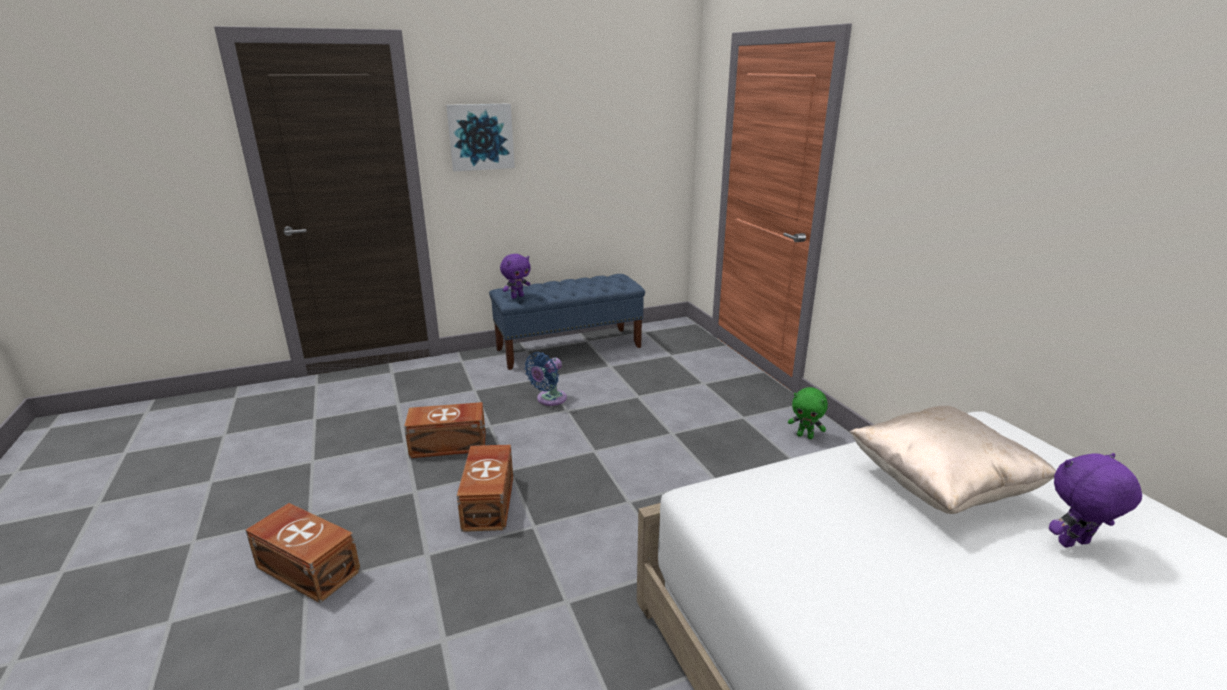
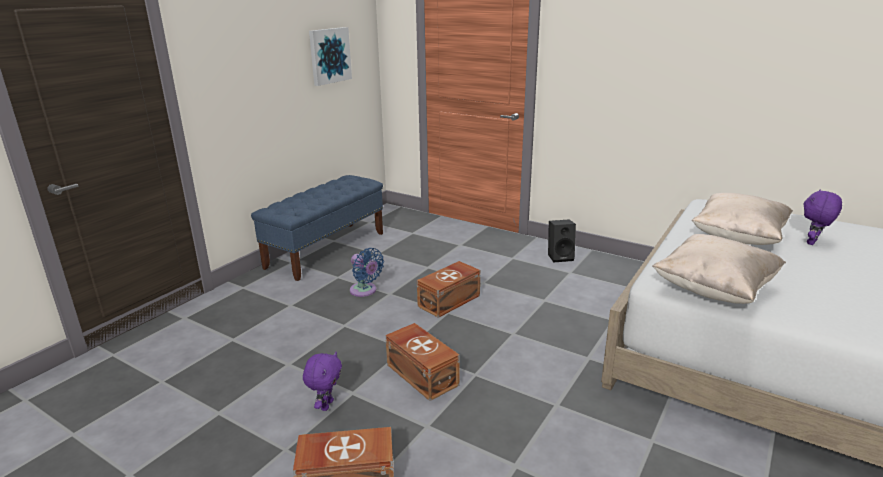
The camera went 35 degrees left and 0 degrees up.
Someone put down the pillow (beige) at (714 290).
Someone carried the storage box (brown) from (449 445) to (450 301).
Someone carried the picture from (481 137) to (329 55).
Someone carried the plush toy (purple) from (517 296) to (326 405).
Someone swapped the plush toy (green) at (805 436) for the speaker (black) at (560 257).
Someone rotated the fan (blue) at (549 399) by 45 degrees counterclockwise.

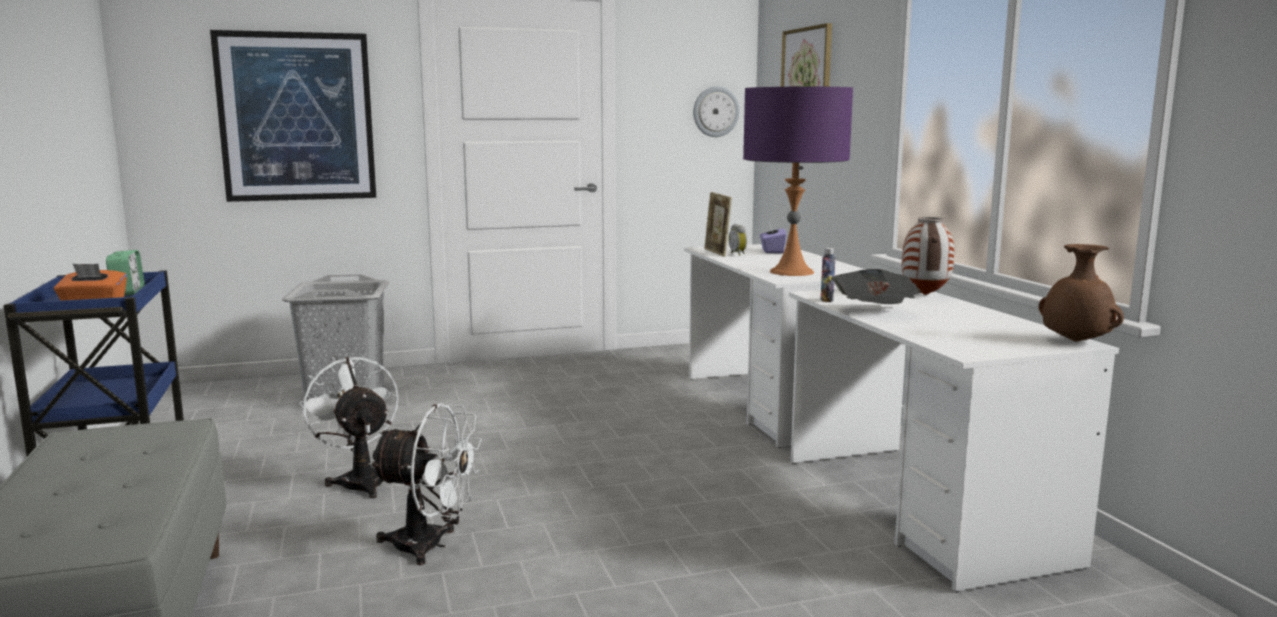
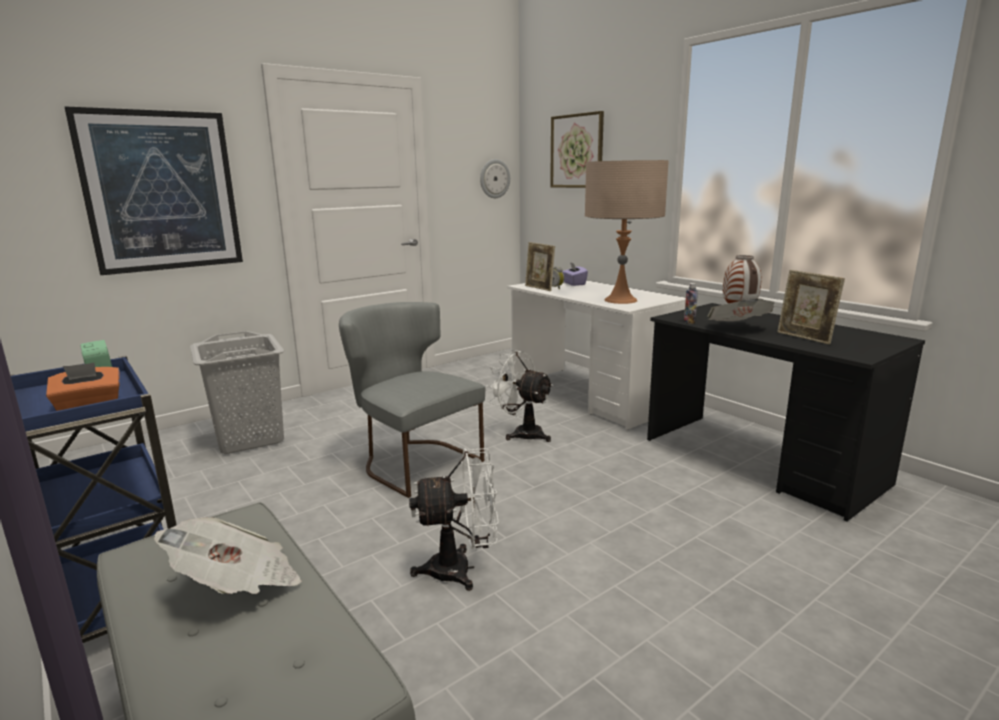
The camera went 20 degrees left and 5 degrees up.
Someone took away the vase (brown) at (1075 341).
Someone put down the newspaper at (238 584).
Someone put down the chair (grey) at (413 462).
Someone put down the picture frame at (804 338).
Someone carried the fan (white) from (359 480) to (522 433).
Someone repainted the table lamp (purple) at (792 272), which became the table lamp (beige) at (620 300).
Someone repainted the desk (white) at (920 509), which became the desk (black) at (760 461).

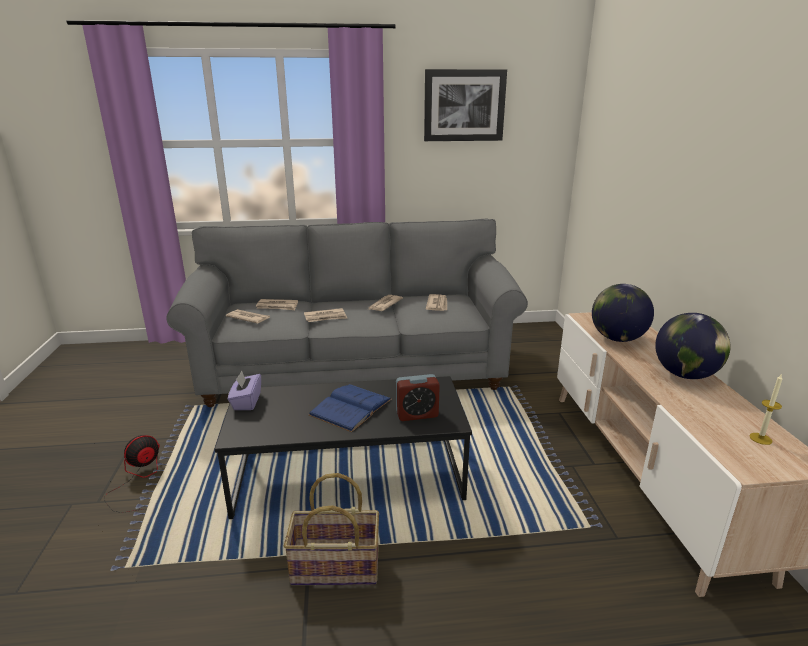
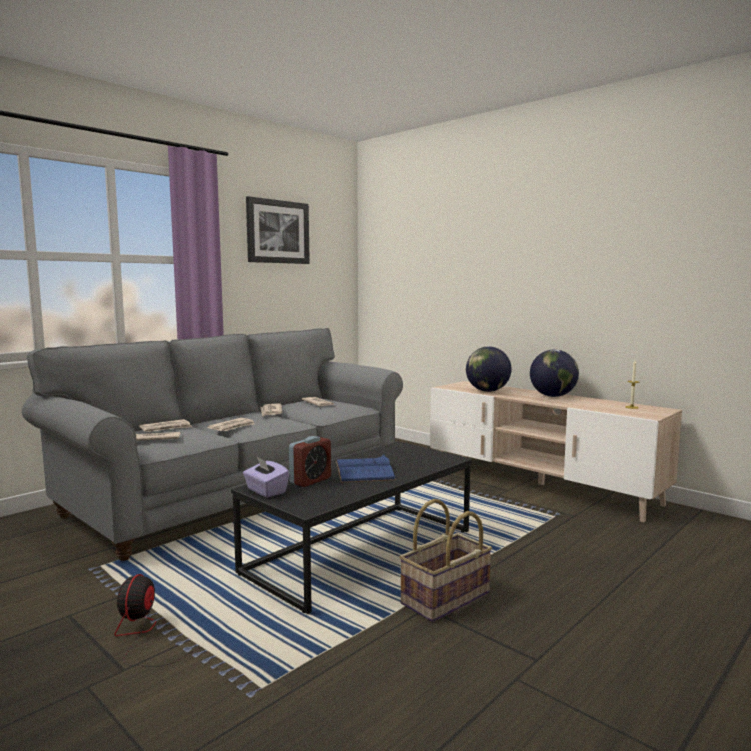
The camera went 40 degrees left and 15 degrees down.
Someone carried the alarm clock from (417 414) to (310 480).

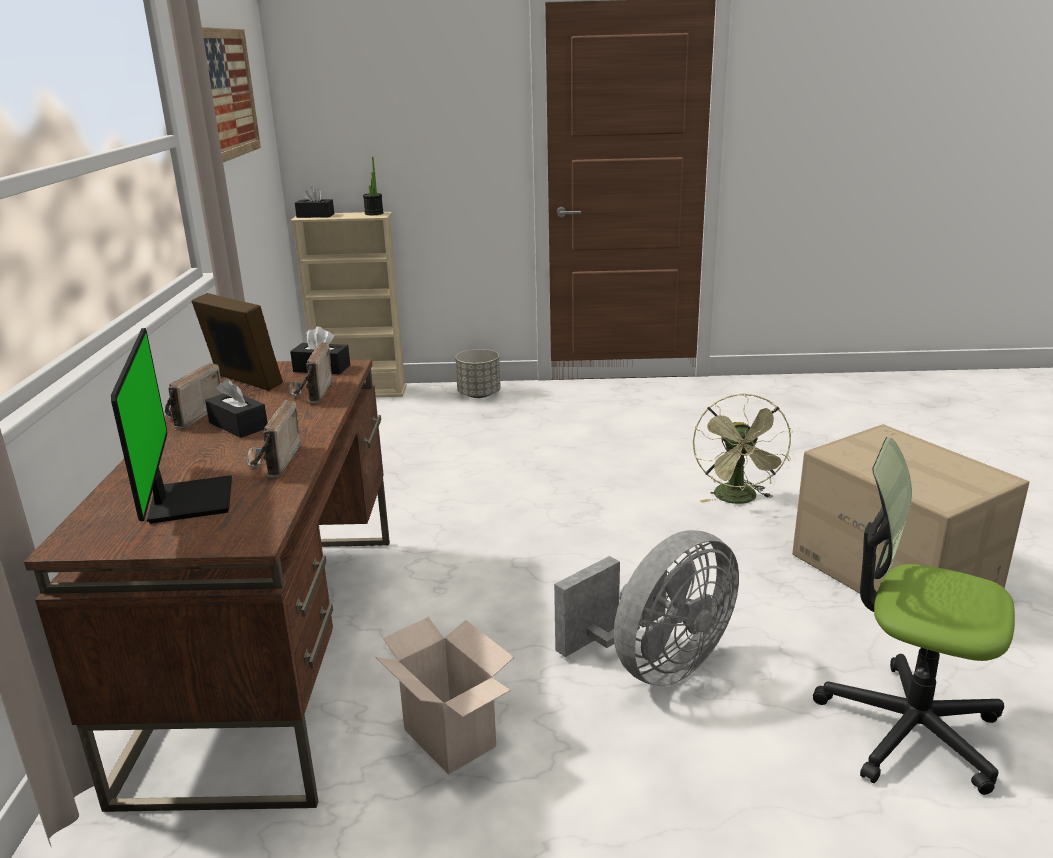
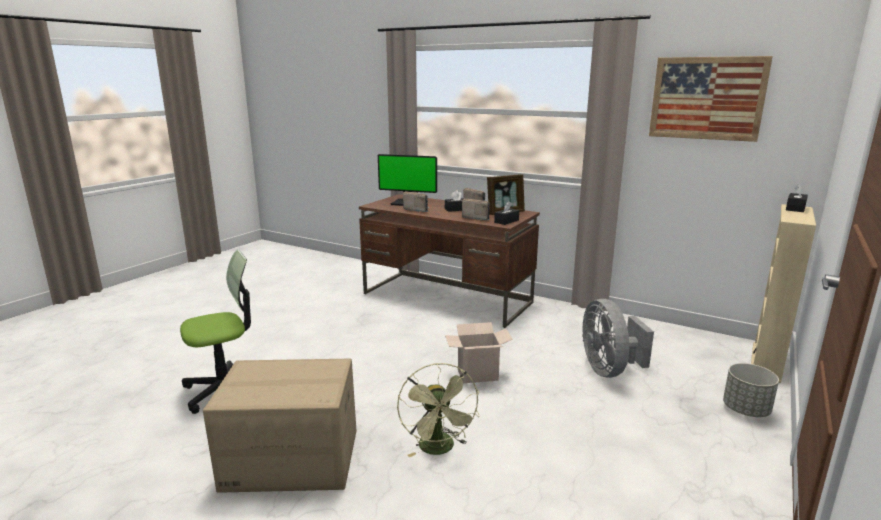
The camera went 120 degrees right and 5 degrees down.
Someone took away the potted plant at (374 213).
Someone carried the cardboard box from (453 738) to (476 376).
Someone carried the fan (grey) from (655 665) to (609 370).
Someone rotated the fan (green) at (738 500) by 135 degrees counterclockwise.

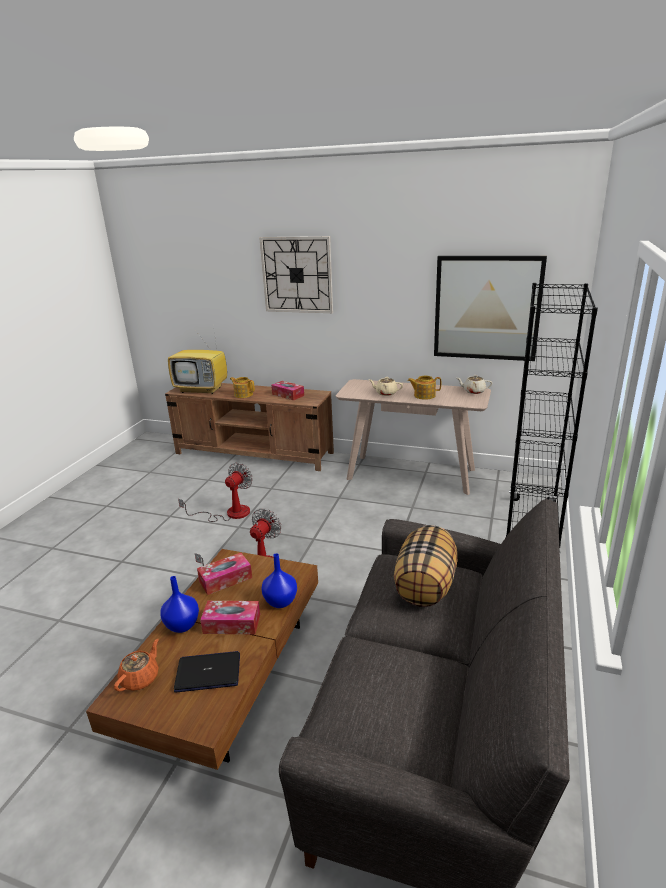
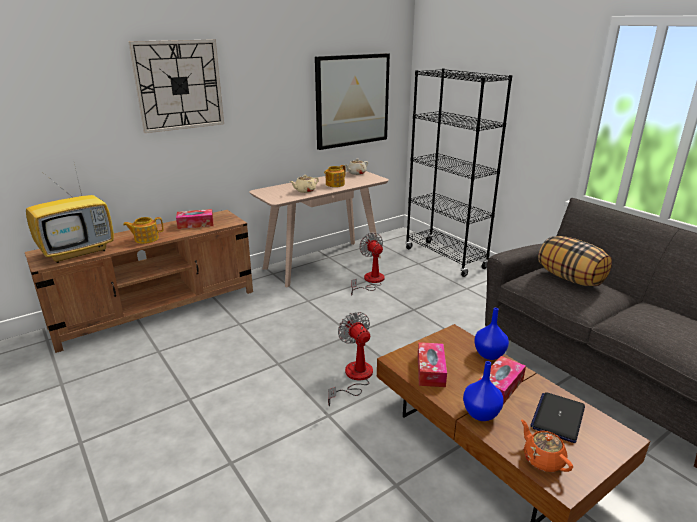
The camera went 55 degrees left and 0 degrees up.
Someone carried the fan from (229 513) to (370 281).

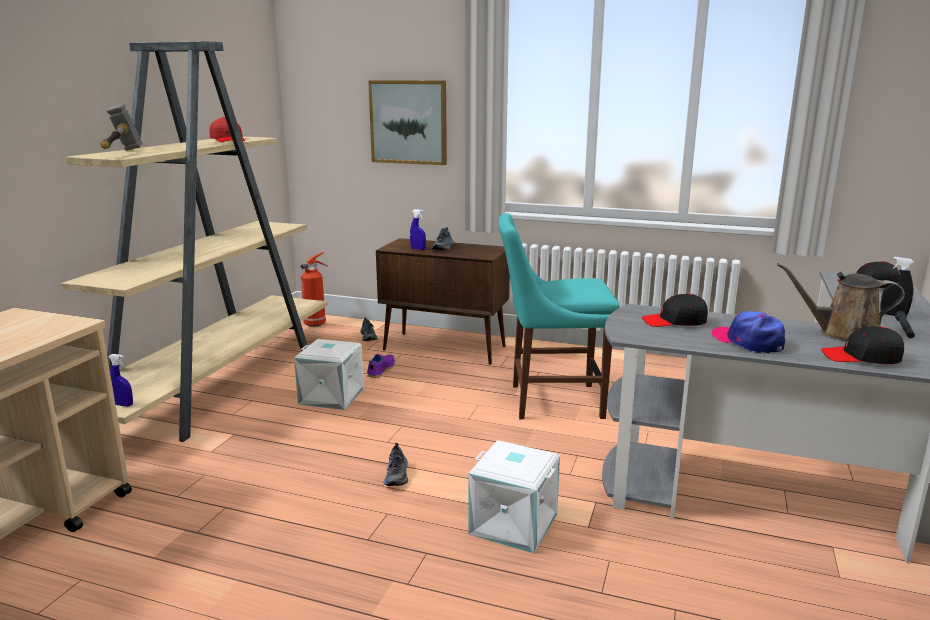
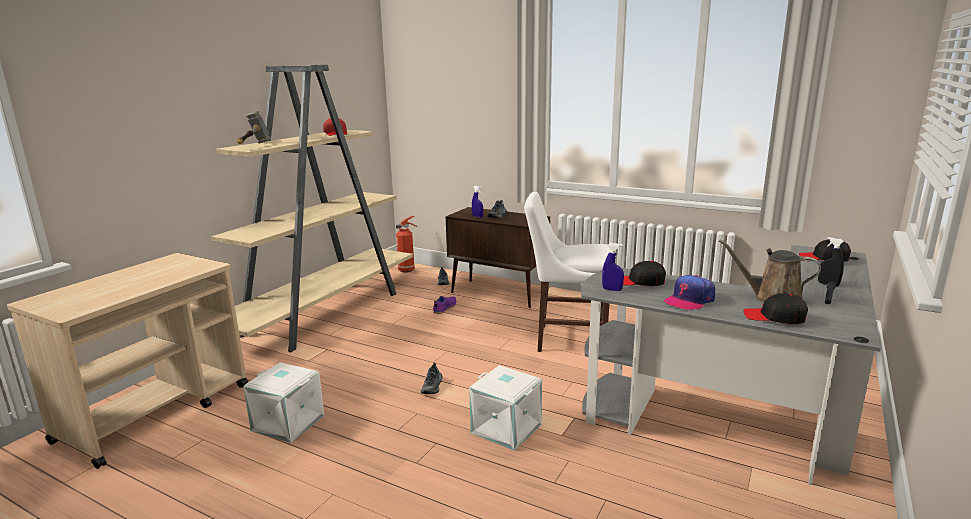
The camera went 10 degrees right and 0 degrees up.
Someone took away the picture at (408 122).
Someone carried the spray bottle (blue) from (123 405) to (612 289).
Someone carried the storage box (white) from (330 397) to (287 423).
Someone repainted the chair (turquoise) at (550 401), which became the chair (white) at (567 339).
Someone rotated the cap at (748 341) by 105 degrees counterclockwise.

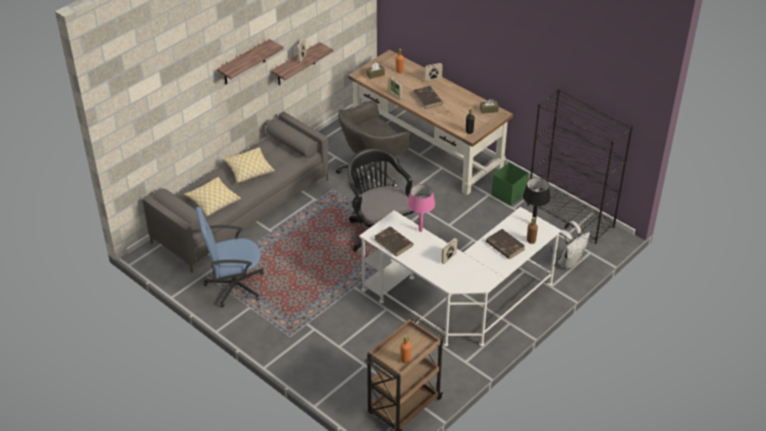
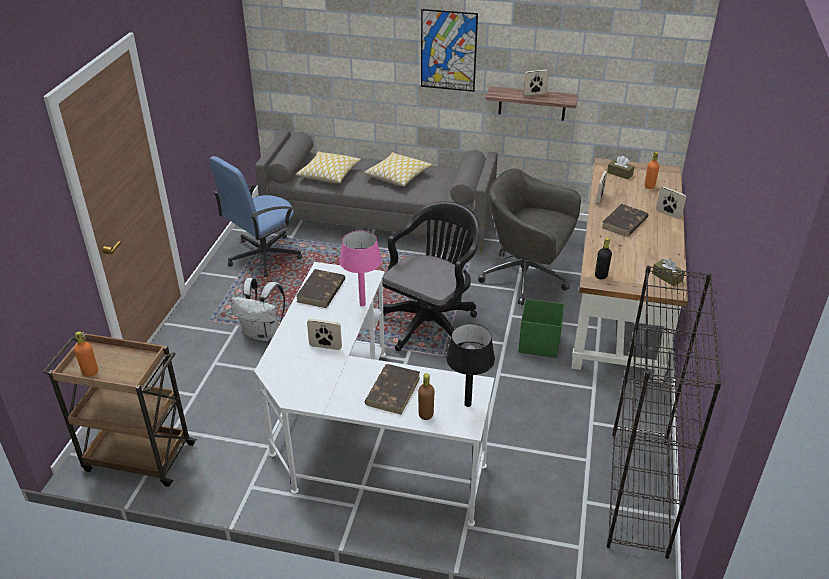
The camera went 60 degrees right and 5 degrees down.
Someone carried the storage box (green) from (508 194) to (538 343).
Someone carried the backpack (white) from (568 261) to (263 333).
Someone swapped the shelf at (244 63) for the picture at (448 50).
Someone rotated the office chair (blue) at (234 286) by 90 degrees counterclockwise.

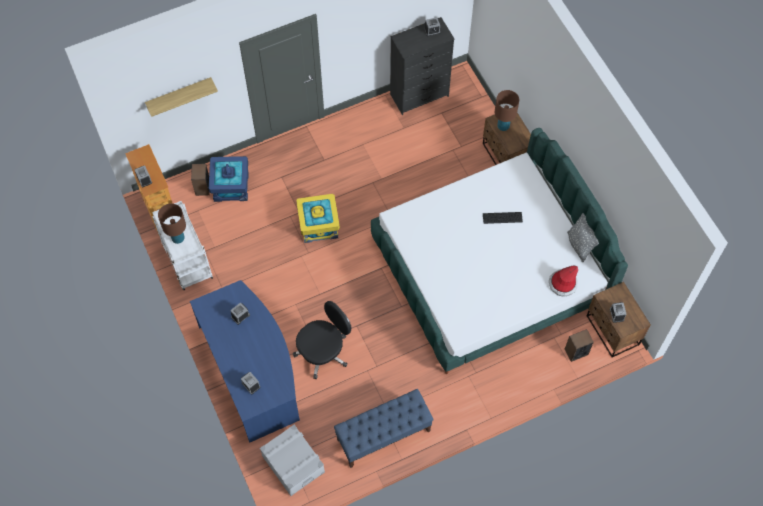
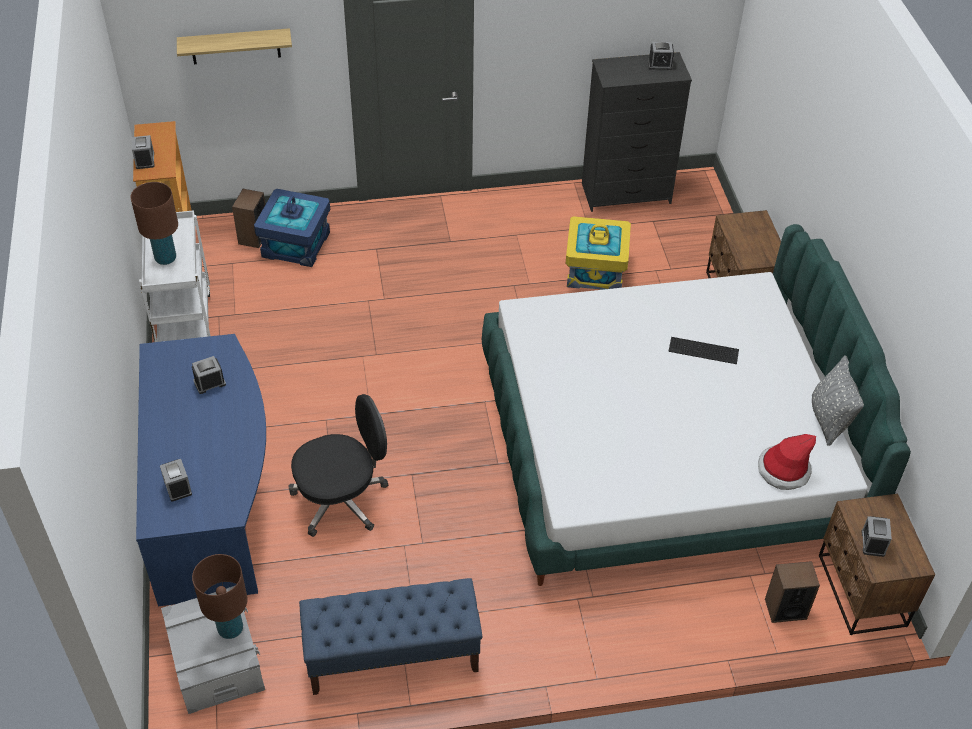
The camera went 15 degrees right and 15 degrees down.
Someone carried the storage box (yellow) from (319 225) to (595 270).
Someone carried the table lamp (brown) from (503 126) to (230 629).

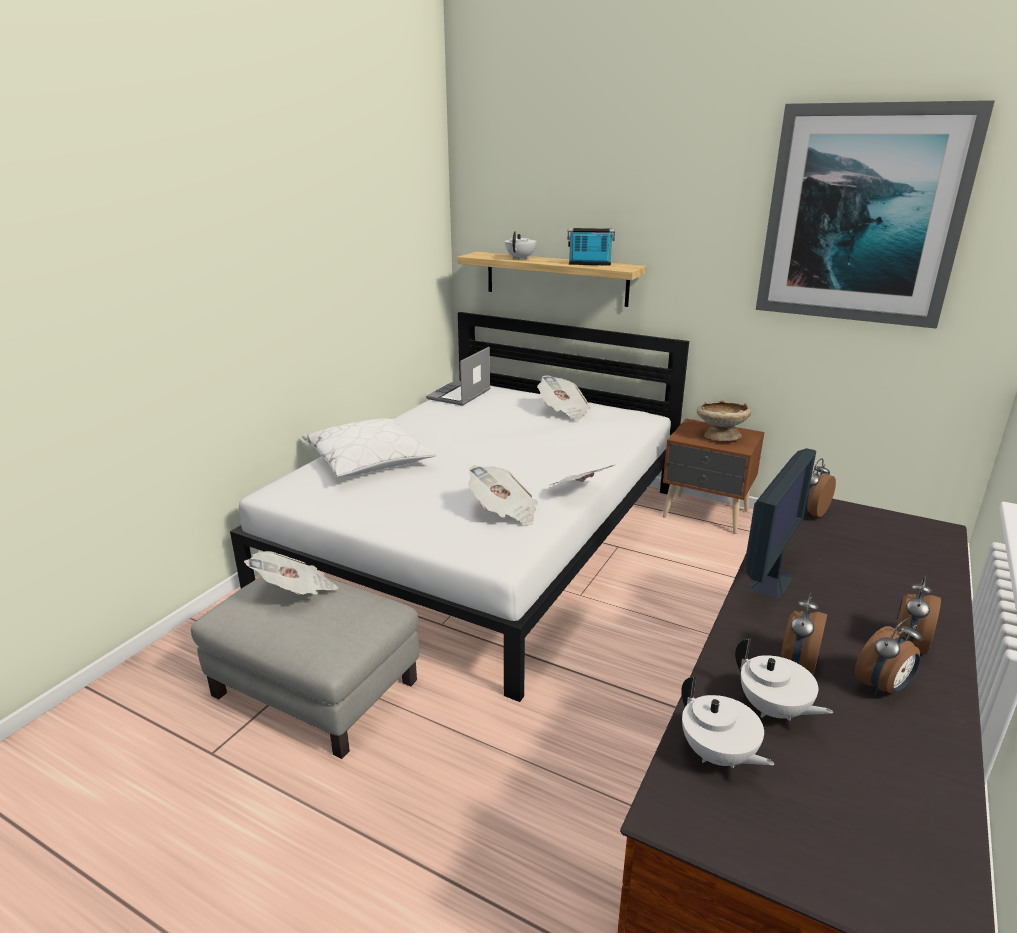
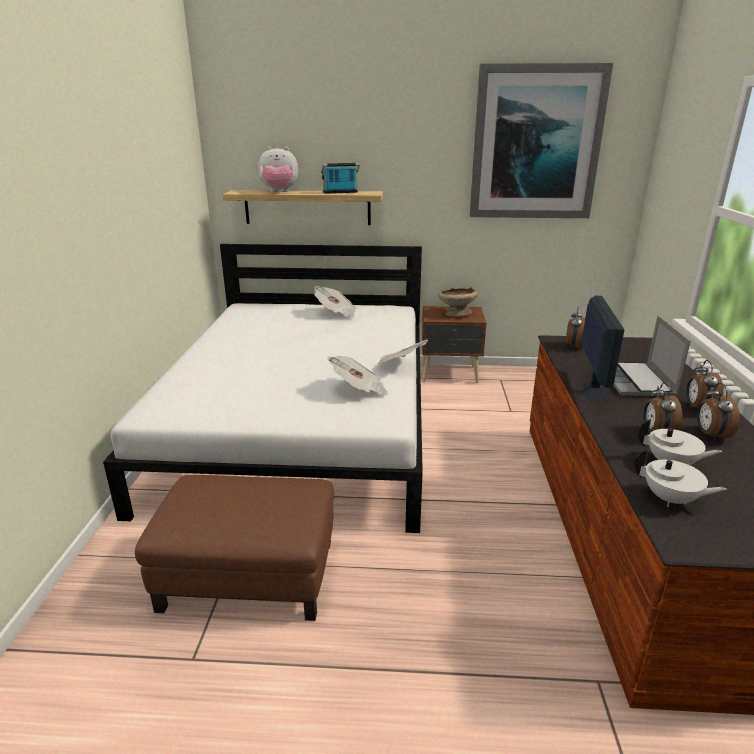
The camera went 25 degrees left and 0 degrees up.
Someone took away the newspaper at (296 592).
Someone took away the pillow (white) at (368 460).
Someone carried the laptop from (459 395) to (636 381).
Someone swapped the teapot (white) at (521 258) for the plush toy at (279 192).
Someone repainted the ottoman (grey) at (316 687), which became the ottoman (brown) at (250 574).
Someone rotated the alarm clock at (883 687) by 150 degrees clockwise.

